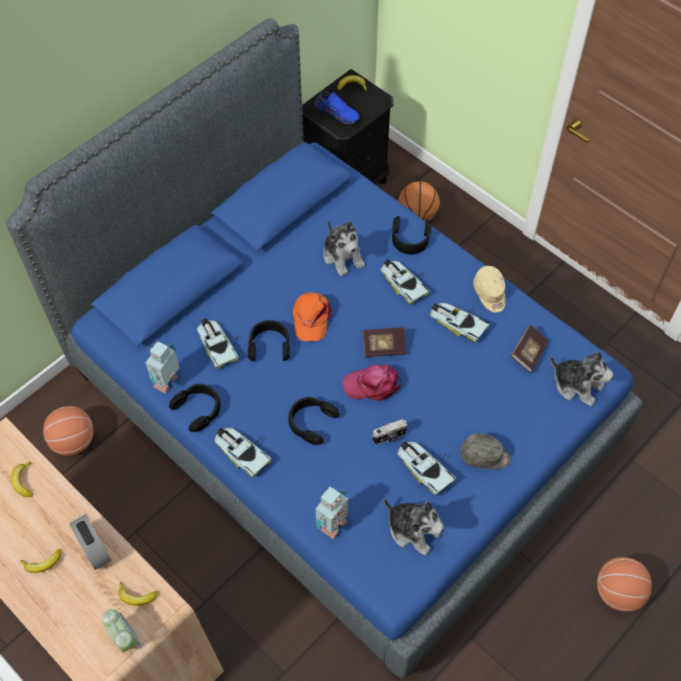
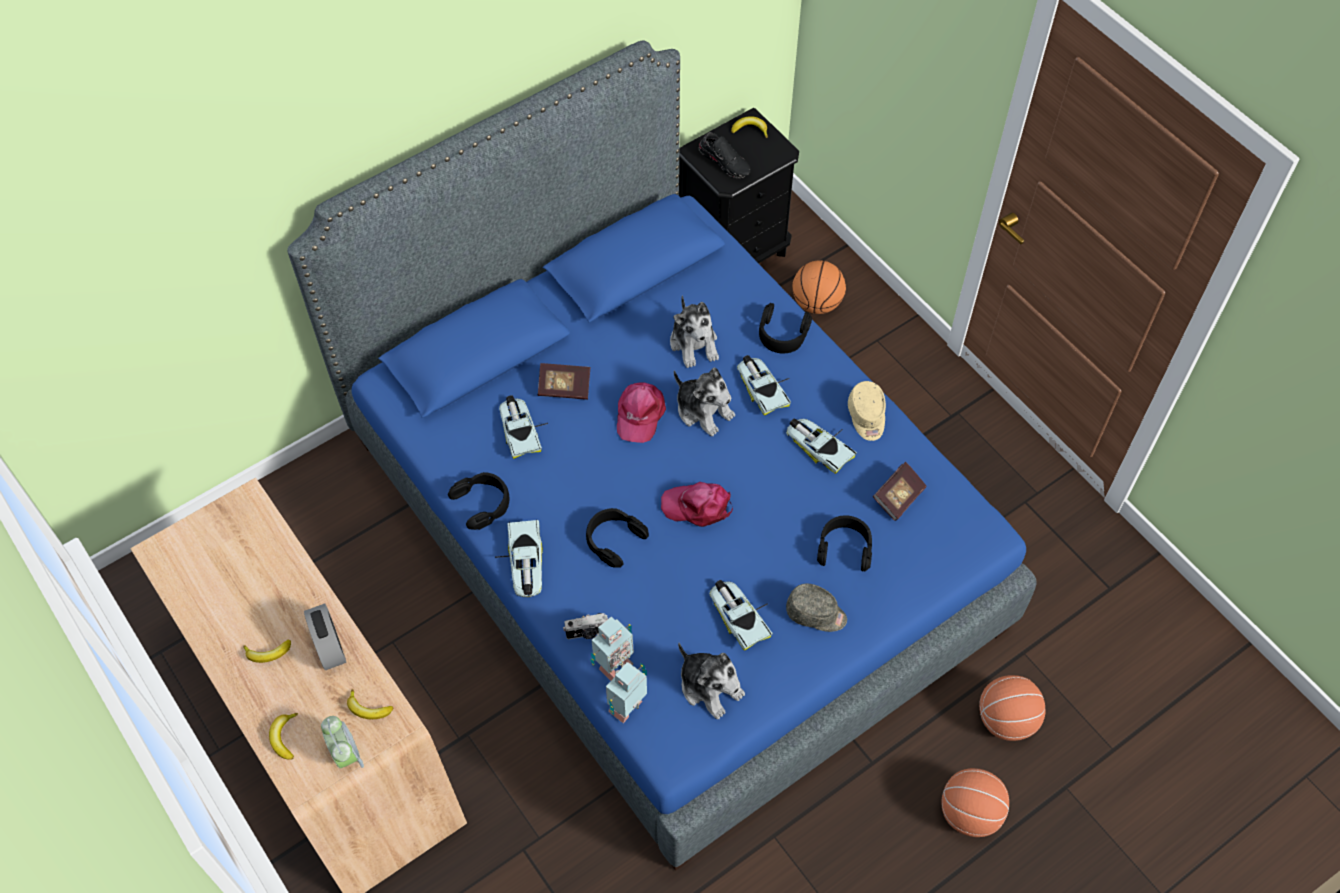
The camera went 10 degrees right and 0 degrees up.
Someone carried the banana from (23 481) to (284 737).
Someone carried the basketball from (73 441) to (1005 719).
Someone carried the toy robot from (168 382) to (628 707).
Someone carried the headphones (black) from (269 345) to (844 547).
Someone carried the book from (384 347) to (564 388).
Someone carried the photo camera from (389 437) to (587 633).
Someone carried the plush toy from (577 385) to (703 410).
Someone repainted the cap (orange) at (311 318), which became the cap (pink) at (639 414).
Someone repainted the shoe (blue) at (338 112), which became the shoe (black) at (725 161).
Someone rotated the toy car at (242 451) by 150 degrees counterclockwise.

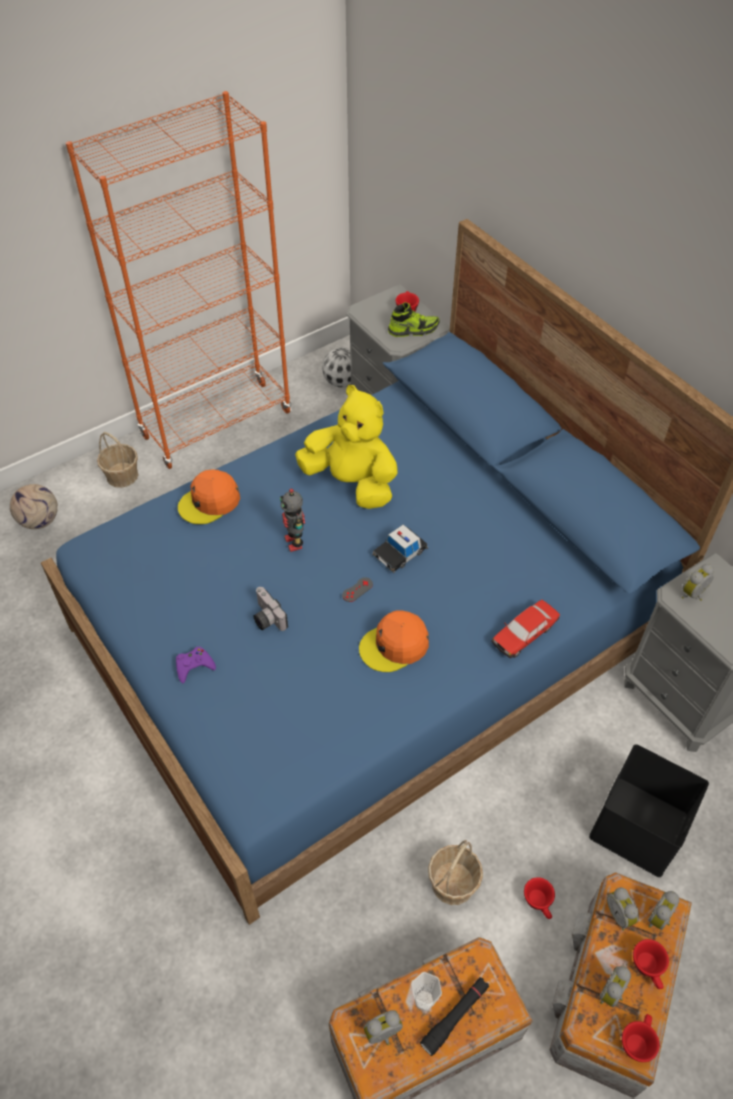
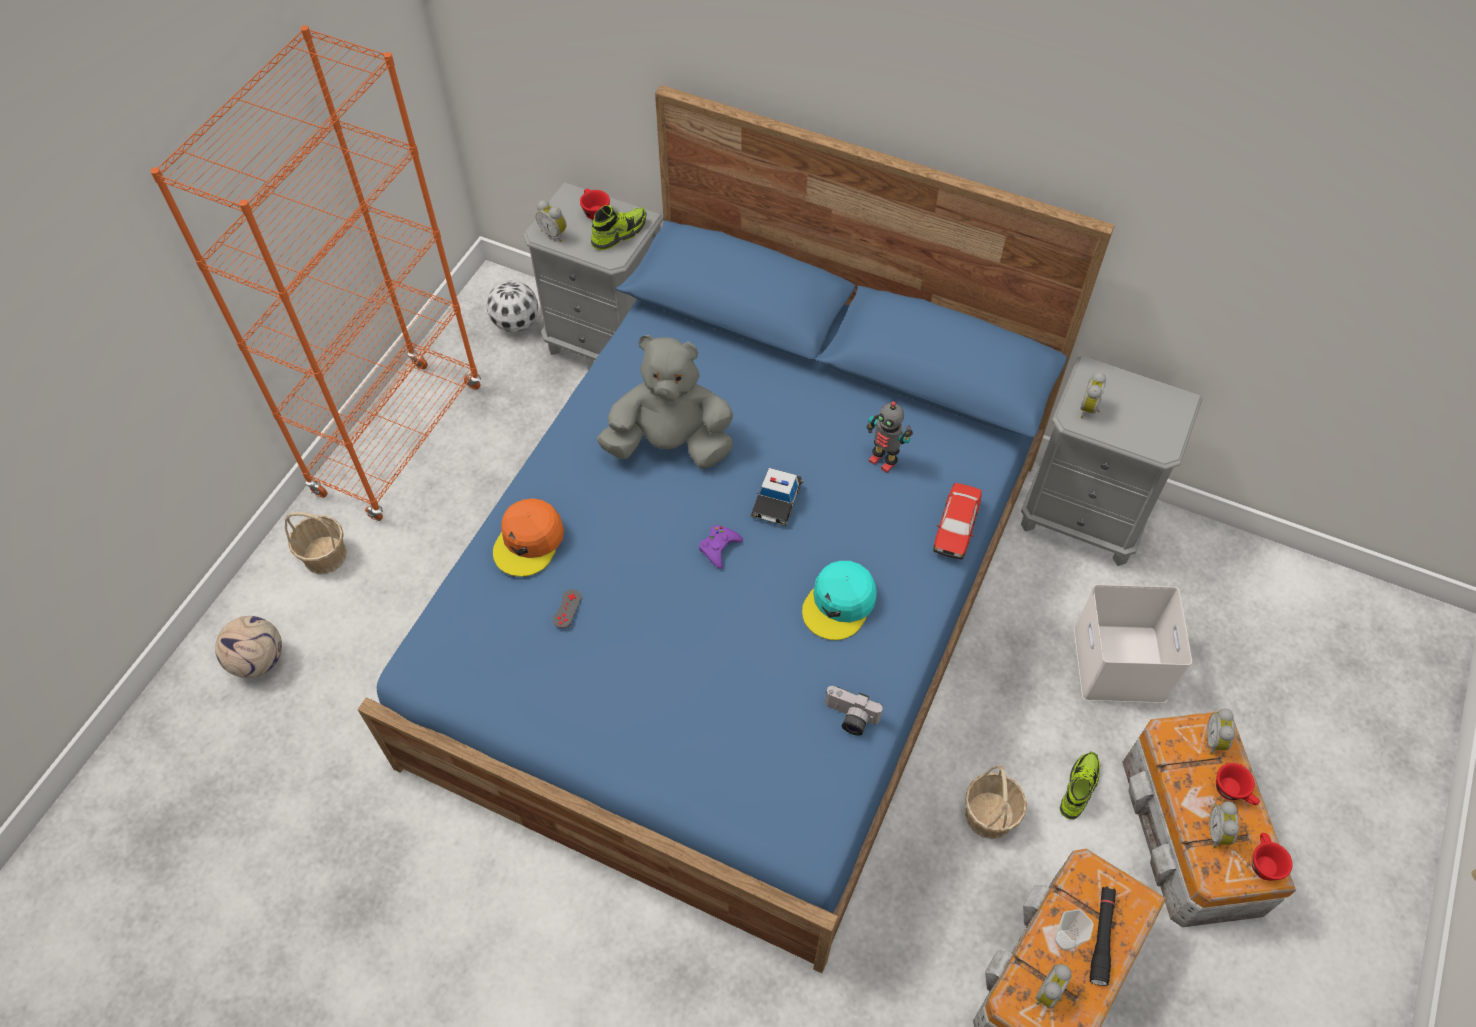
The camera went 30 degrees left and 5 degrees up.
Someone carried the game controller (purple) from (194 666) to (719 547).
Someone carried the photo camera from (266 618) to (849 718).
Someone carried the toy robot from (295 542) to (883 461).
Someone carried the game controller (grey) from (357 589) to (567 608).
Someone carried the alarm clock from (620 914) to (554 233).
Someone swapped the cup (red) at (539 903) for the shoe at (1078 788).
Someone repainted the plush toy (yellow) at (352 483), which became the plush toy (grey) at (670 445).
Someone repainted the cap (orange) at (394 645), which became the cap (turquoise) at (839 604).
Someone repainted the storage box (black) at (639 828), which became the storage box (white) at (1121 665).

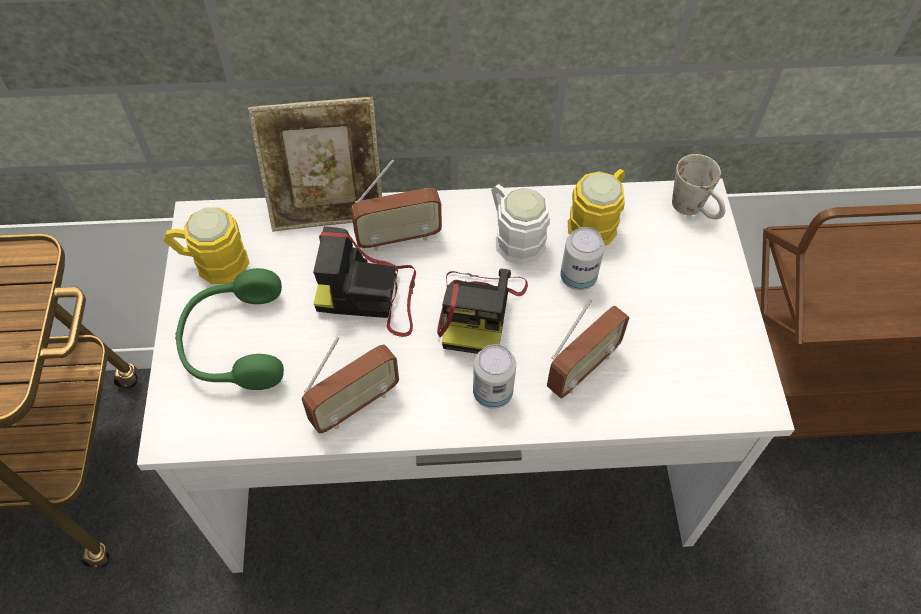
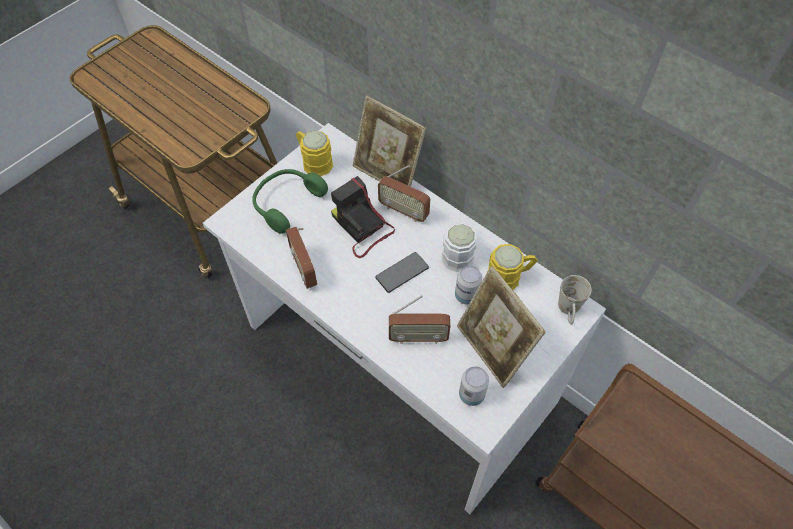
The camera went 45 degrees right and 0 degrees up.
Someone put down the picture frame at (492 349).
Someone carried the can from (492 393) to (471 394).
Someone swapped the photo camera at (479 311) for the phone at (402 273).
Someone rotated the radio at (354 405) by 60 degrees clockwise.

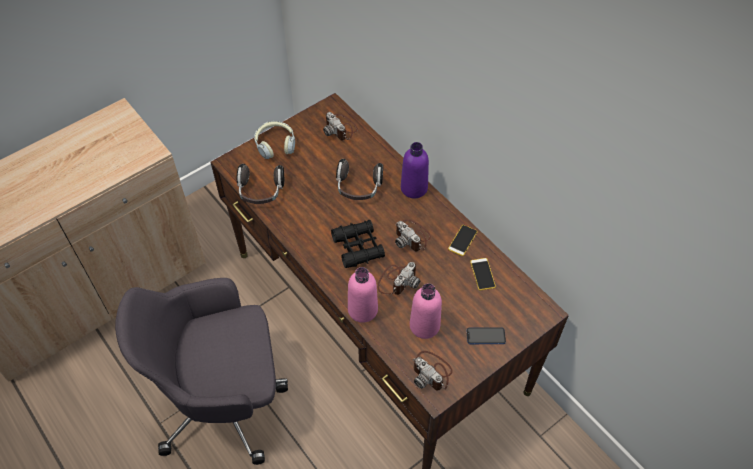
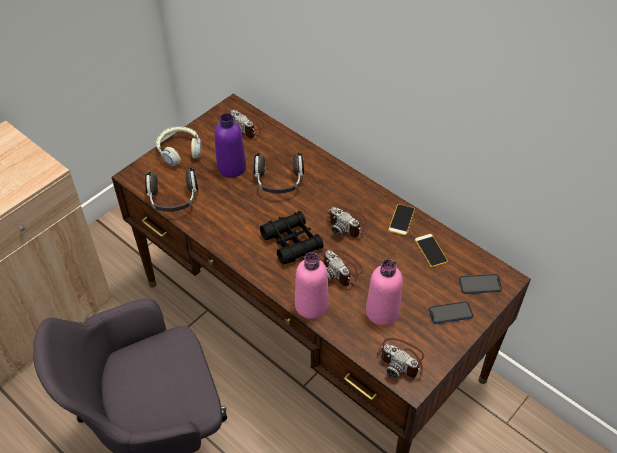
The camera went 10 degrees left and 5 degrees down.
Someone put down the phone at (479 285).
Someone carried the bottle (purple) from (414 188) to (231 167).
Someone rotated the photo camera at (397 280) by 120 degrees clockwise.

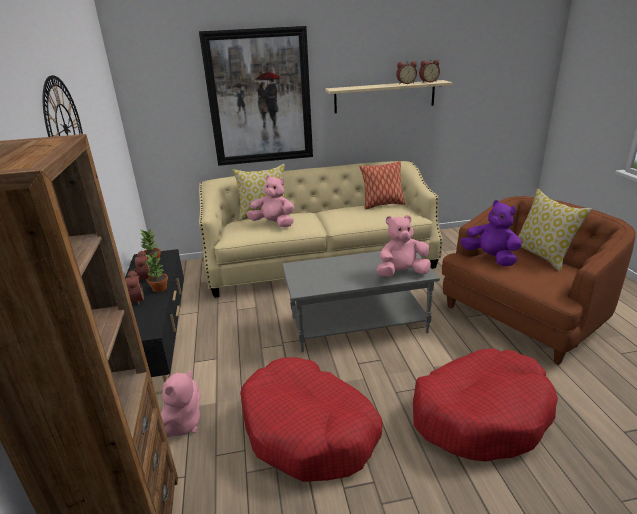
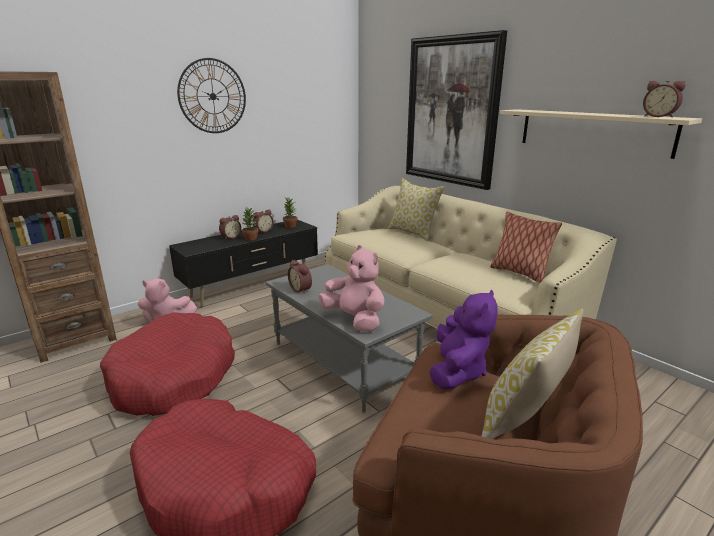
The camera went 60 degrees right and 5 degrees down.
Someone took away the plush toy (pink) at (274 224).
Someone carried the alarm clock from (405 83) to (301 289).

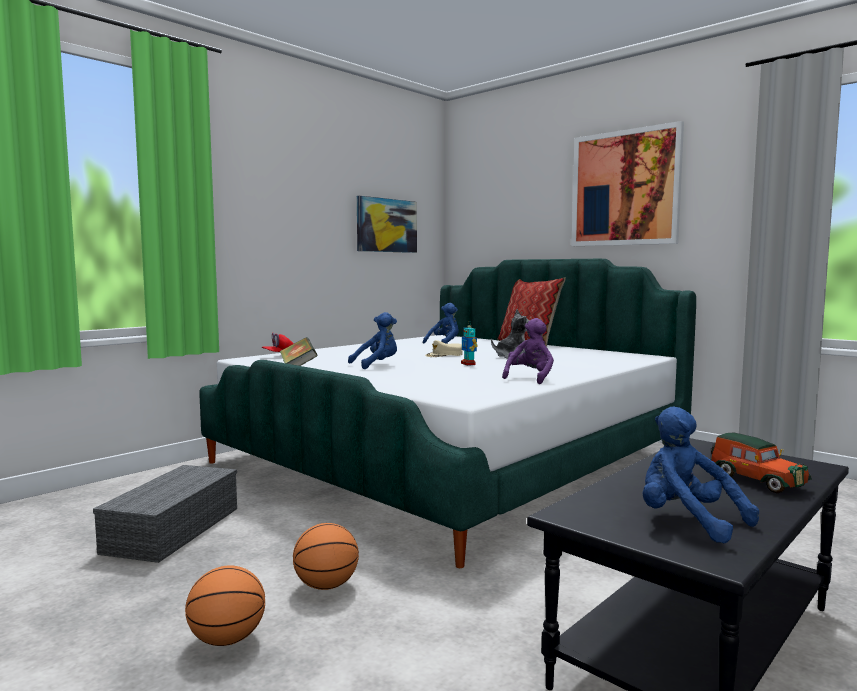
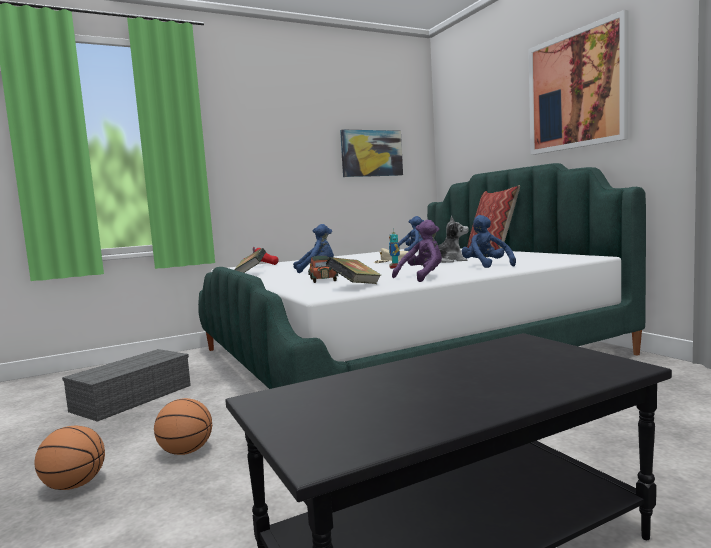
The camera went 20 degrees right and 0 degrees up.
Someone put down the book at (355 287).
Someone carried the plush toy (blue) from (687 521) to (486 266).
Someone carried the toy car from (755 480) to (322 279).

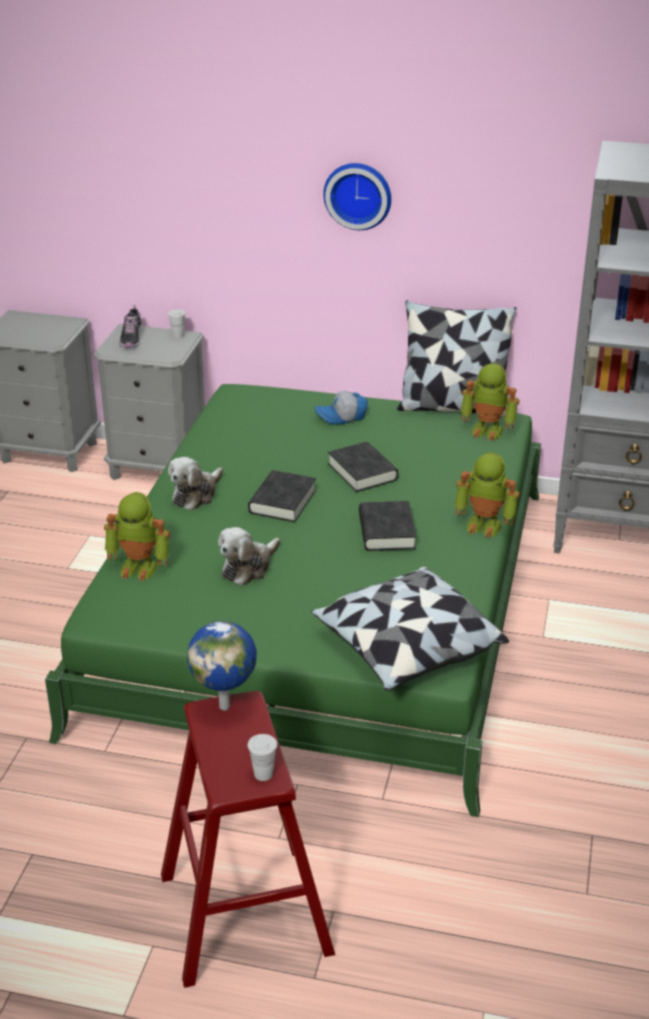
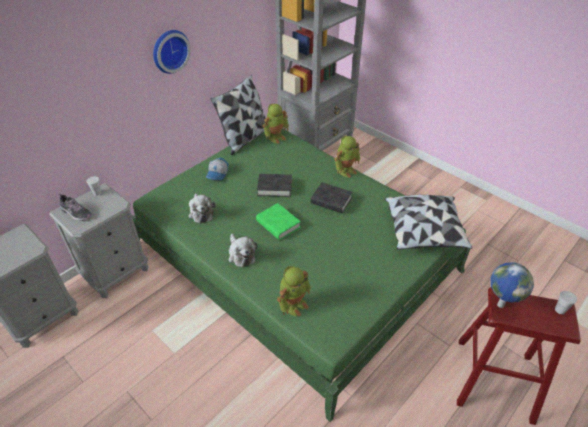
The camera went 60 degrees left and 10 degrees up.
Someone carried the plush toy from (248 567) to (201 212).
Someone repainted the book (black) at (282 501), which became the book (green) at (278 224).

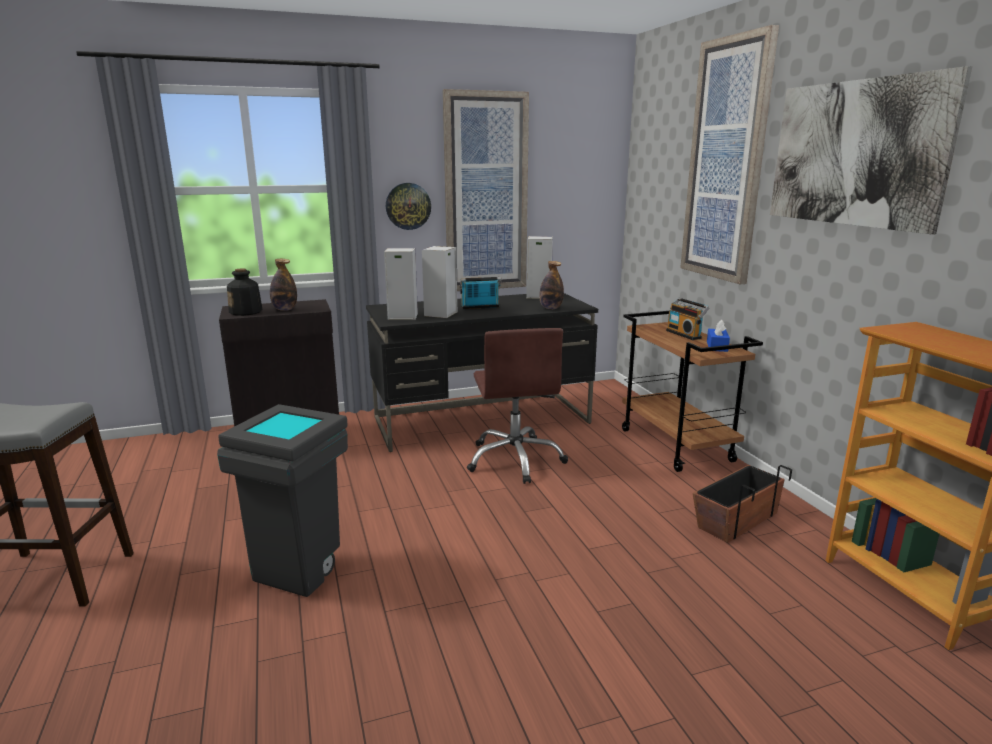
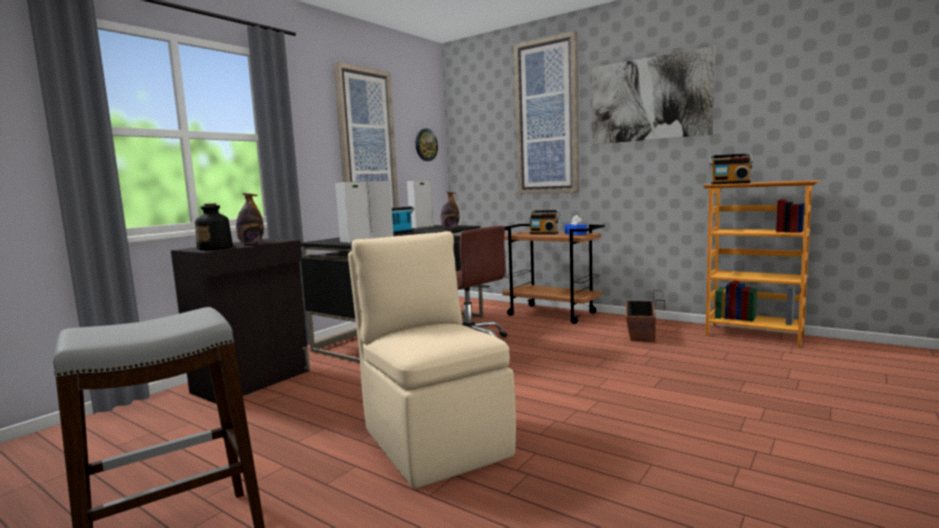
The camera went 35 degrees left and 10 degrees down.
Someone put down the radio at (730 183).
Someone carried the wall clock from (408 206) to (426 145).
Someone swapped the trash can (grey) at (302 570) for the chair (beige) at (434 439).

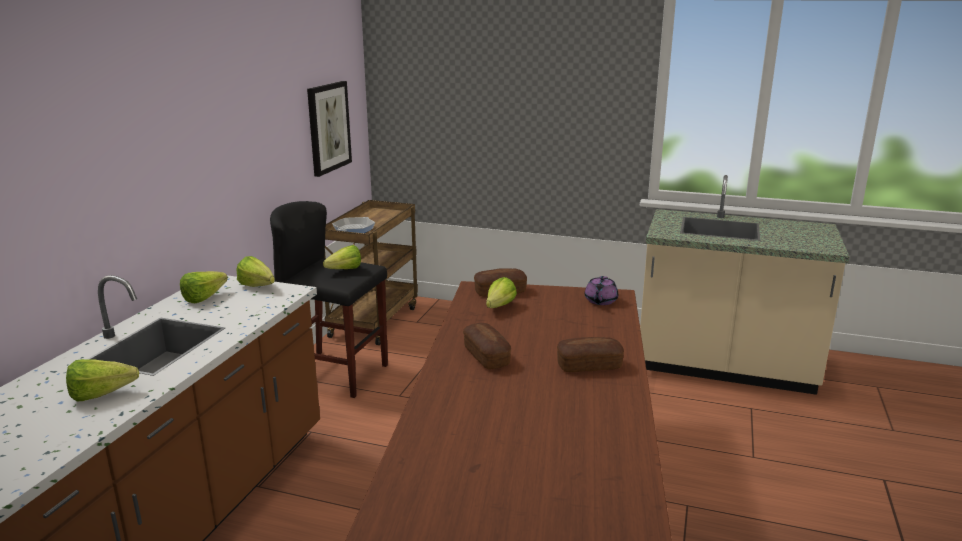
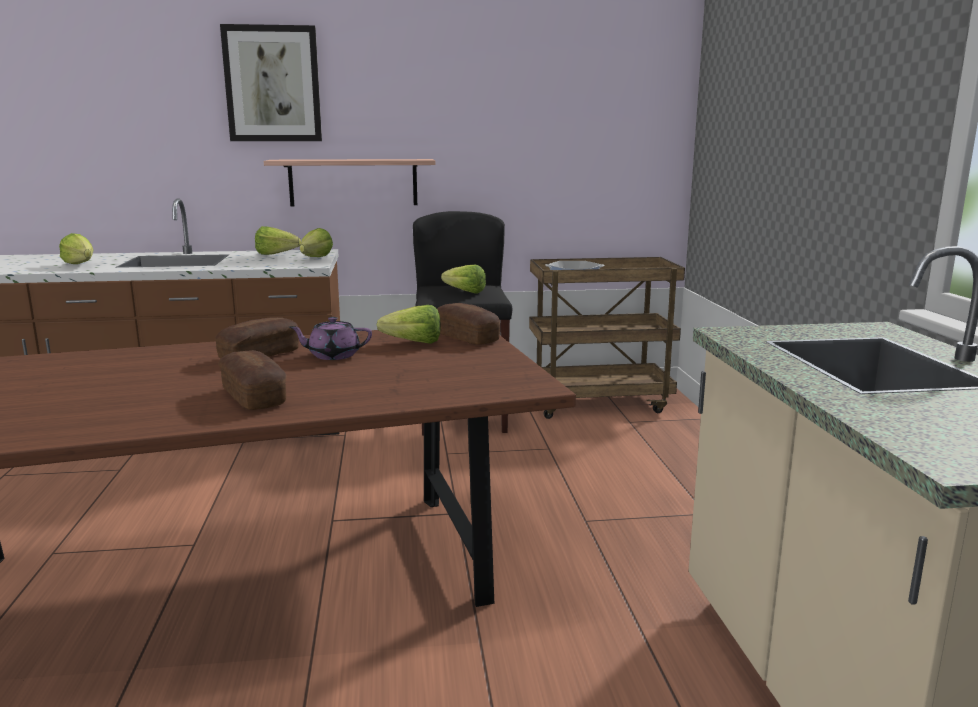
The camera went 65 degrees right and 5 degrees down.
Someone put up the shelf at (353 182).
Someone carried the picture from (328 127) to (273 84).
Someone carried the teapot (purple) from (600 301) to (333 355).

